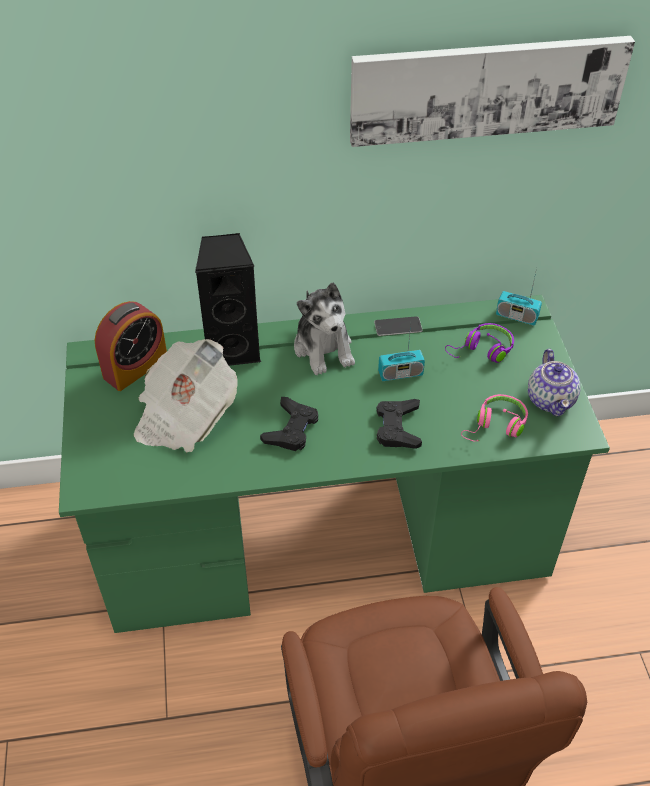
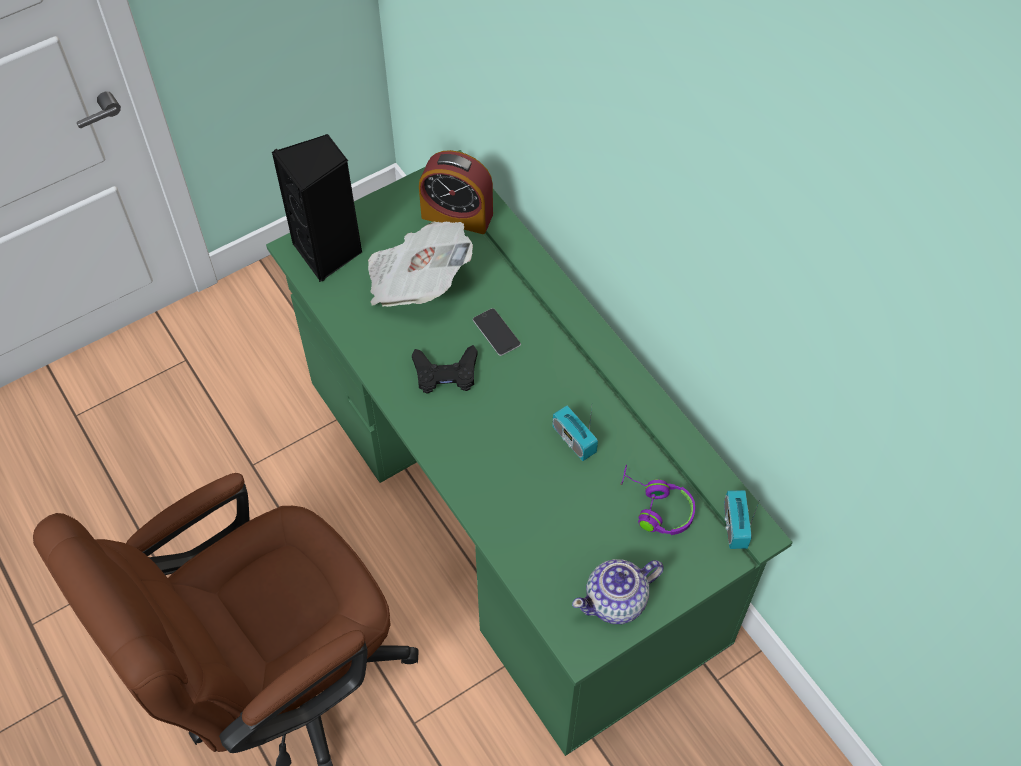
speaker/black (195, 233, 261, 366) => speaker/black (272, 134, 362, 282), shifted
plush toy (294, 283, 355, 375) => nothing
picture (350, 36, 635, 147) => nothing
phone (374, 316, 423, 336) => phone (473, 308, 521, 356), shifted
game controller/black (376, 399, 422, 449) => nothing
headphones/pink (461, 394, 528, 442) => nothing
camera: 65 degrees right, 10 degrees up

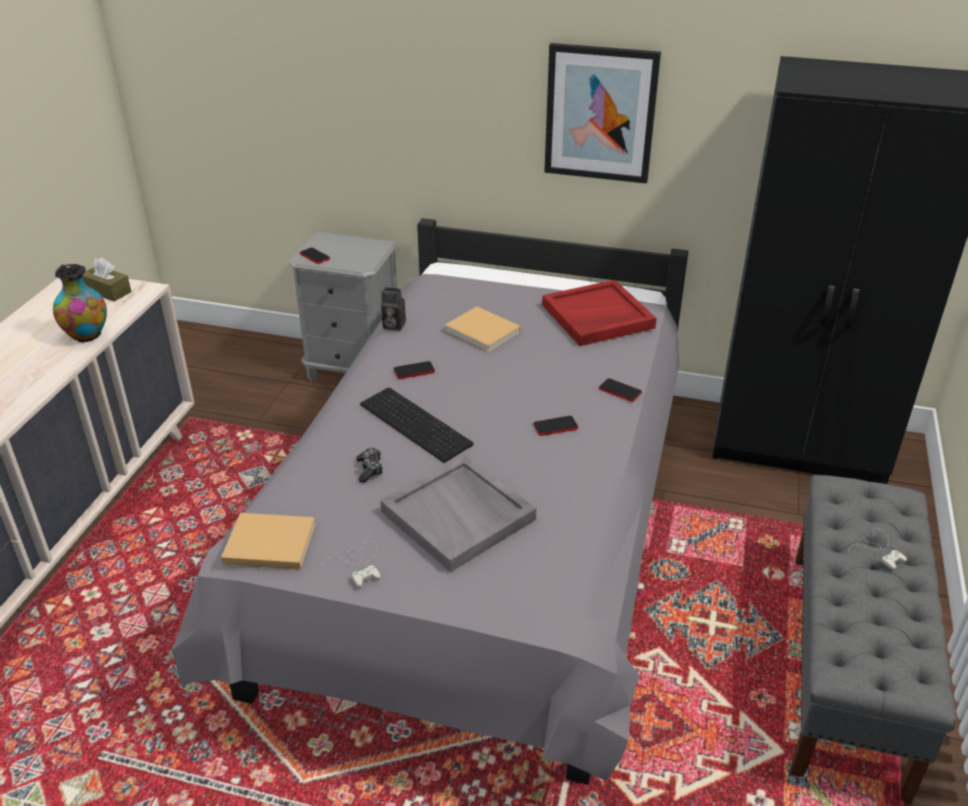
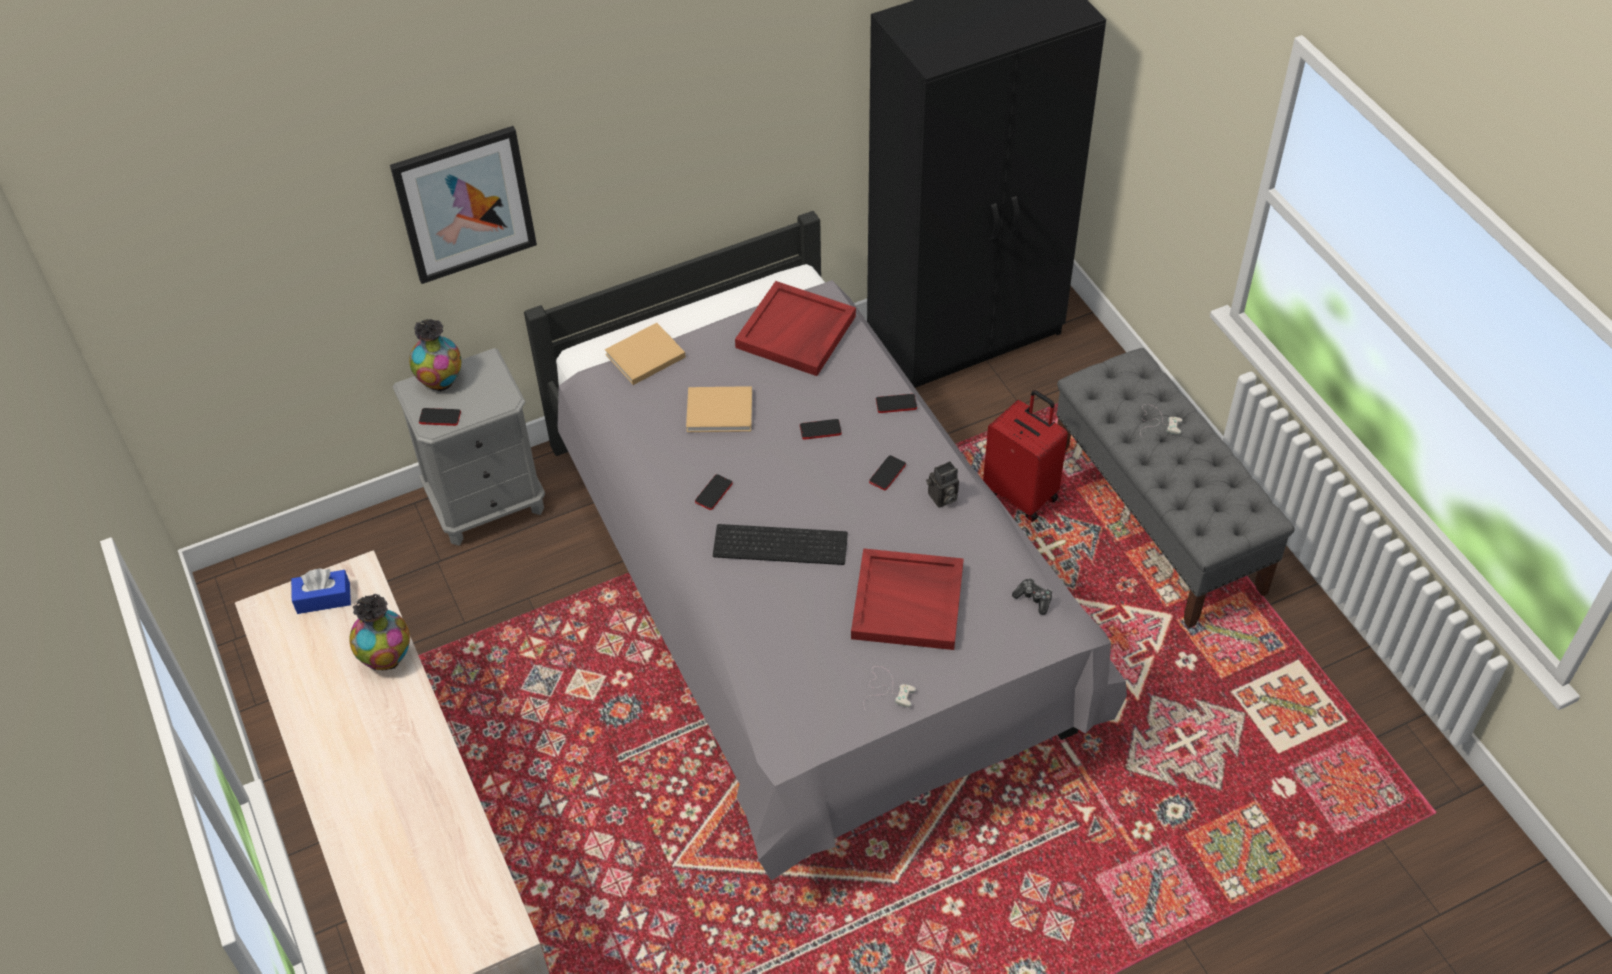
tissue box/brown (83, 258, 131, 302) => tissue box/blue (291, 568, 351, 614)
book/beige (221, 513, 316, 570) => book/beige (605, 323, 686, 385), shifted
game controller (356, 448, 383, 483) => game controller (1012, 578, 1052, 615), shifted
photo camera (381, 287, 406, 331) => photo camera (926, 461, 959, 508), shifted
tray/grey (381, 455, 536, 572) => tray/red (851, 548, 964, 650)
picture (544, 43, 661, 184) => picture (390, 126, 537, 284), shifted
nothing => vase (409, 319, 461, 392)
nothing => phone (800, 419, 842, 439)
nothing => suitcase/red (983, 390, 1068, 522)
camera: 40 degrees left, 15 degrees up

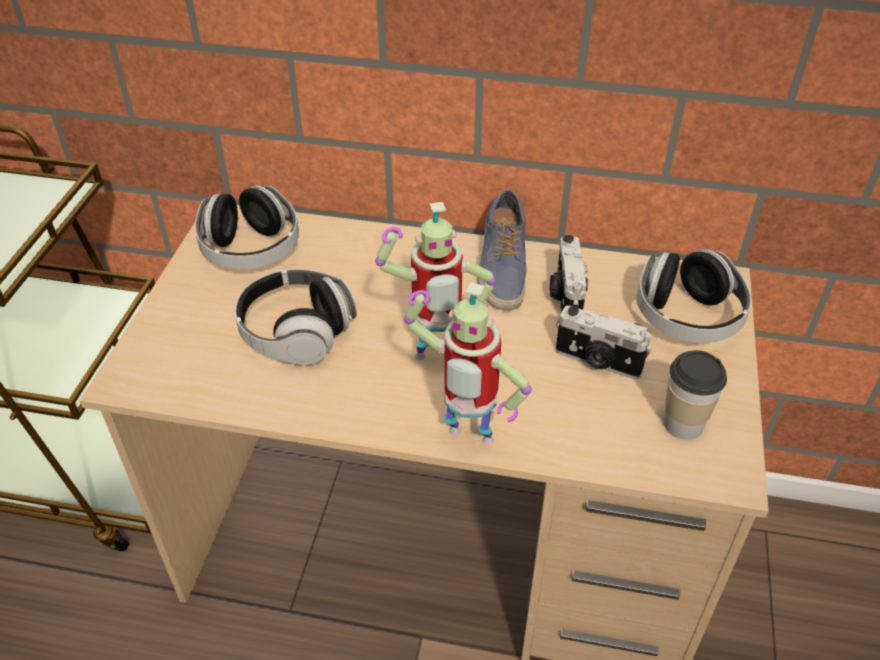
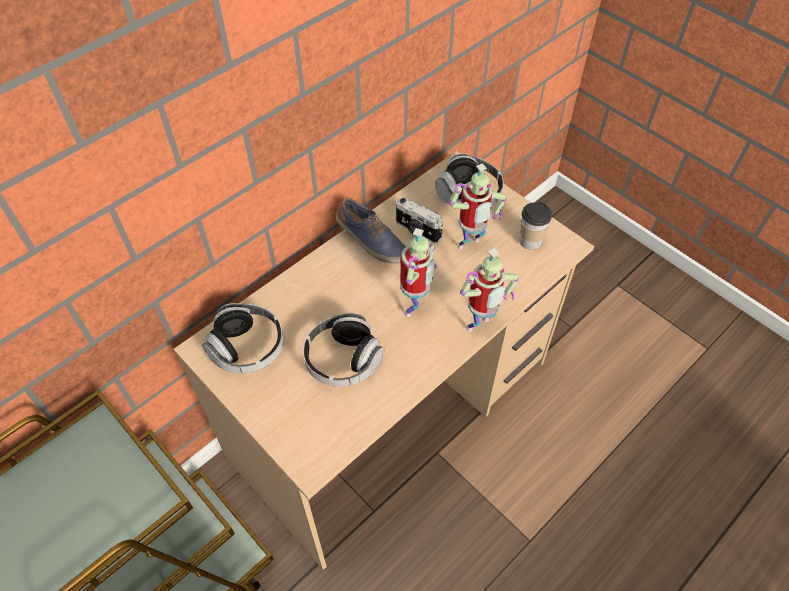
photo camera (556, 305, 652, 379) => toy robot (449, 163, 507, 250)
camera: 55 degrees left, 10 degrees up

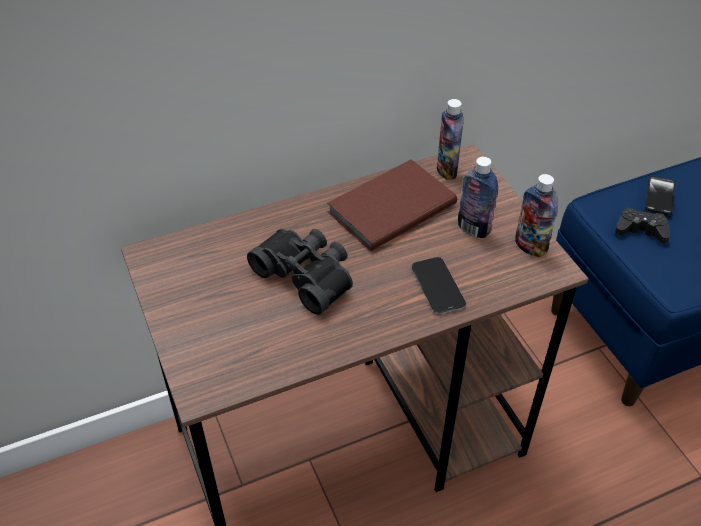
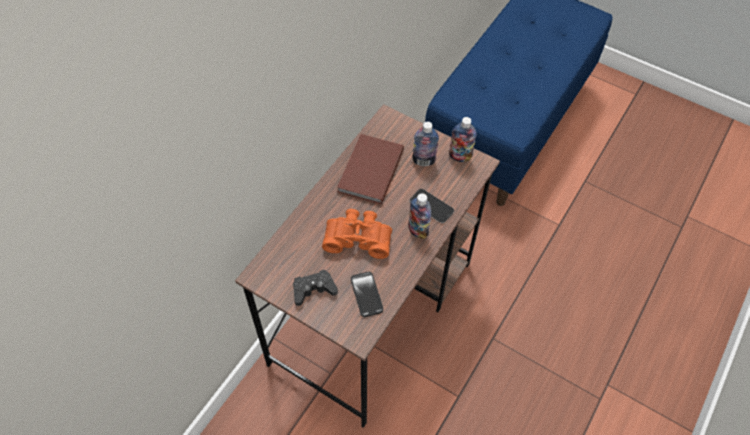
binoculars/black (247, 228, 353, 315) => binoculars/orange (322, 209, 392, 259)
bottle (437, 99, 464, 180) => bottle (408, 193, 431, 239), shifted
game controller/black (615, 208, 670, 244) => game controller/black (293, 270, 338, 306), shifted
phone (645, 176, 675, 215) => phone (351, 272, 383, 317), shifted
camera: 35 degrees left, 10 degrees up

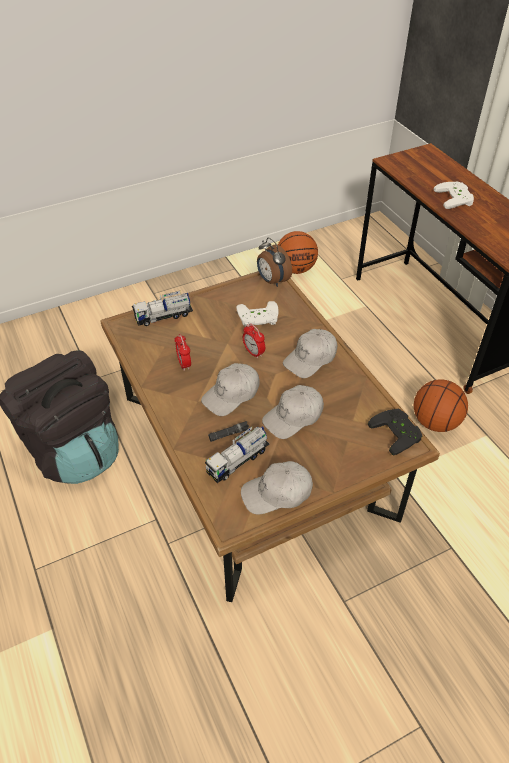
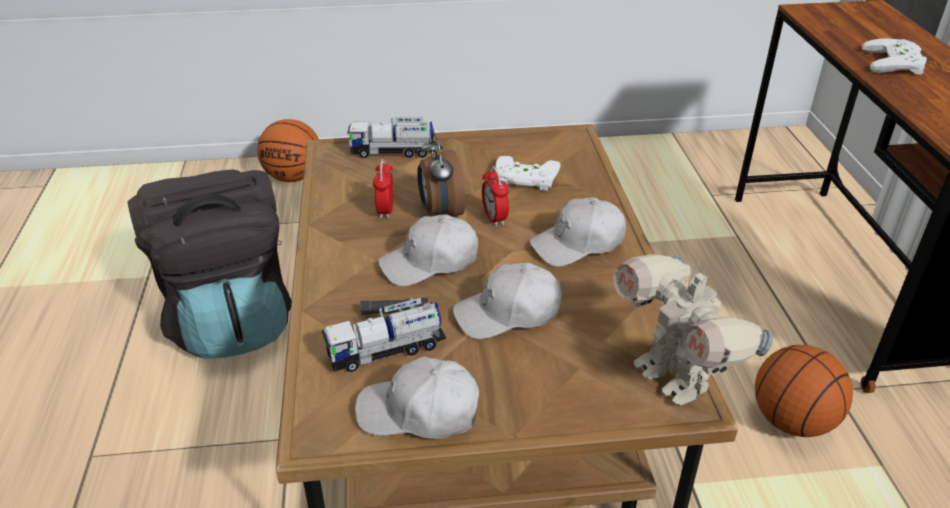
alarm clock (257, 238, 292, 287) => alarm clock (417, 132, 466, 216), shifted
basketball (278, 231, 318, 274) => basketball (257, 119, 319, 182), shifted
game controller/black (368, 409, 423, 456) => toy robot (613, 254, 773, 406)
camera: 20 degrees right, 10 degrees down

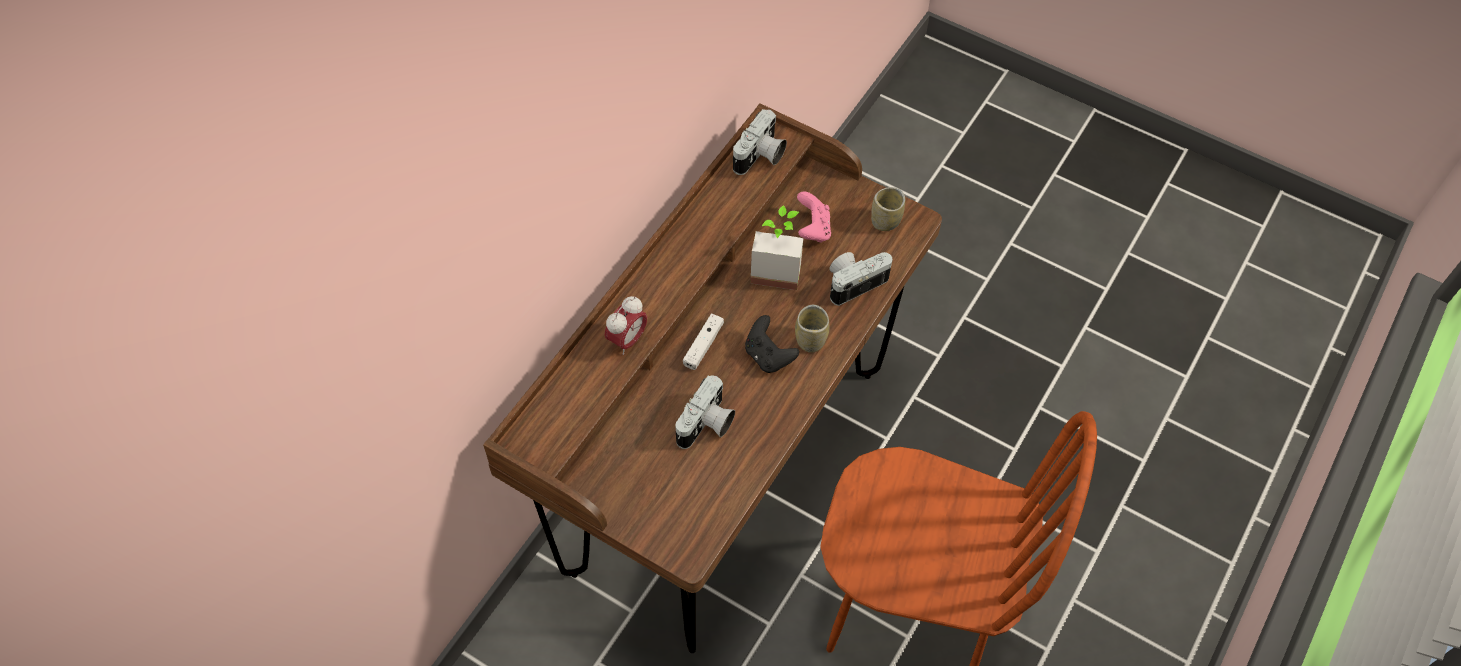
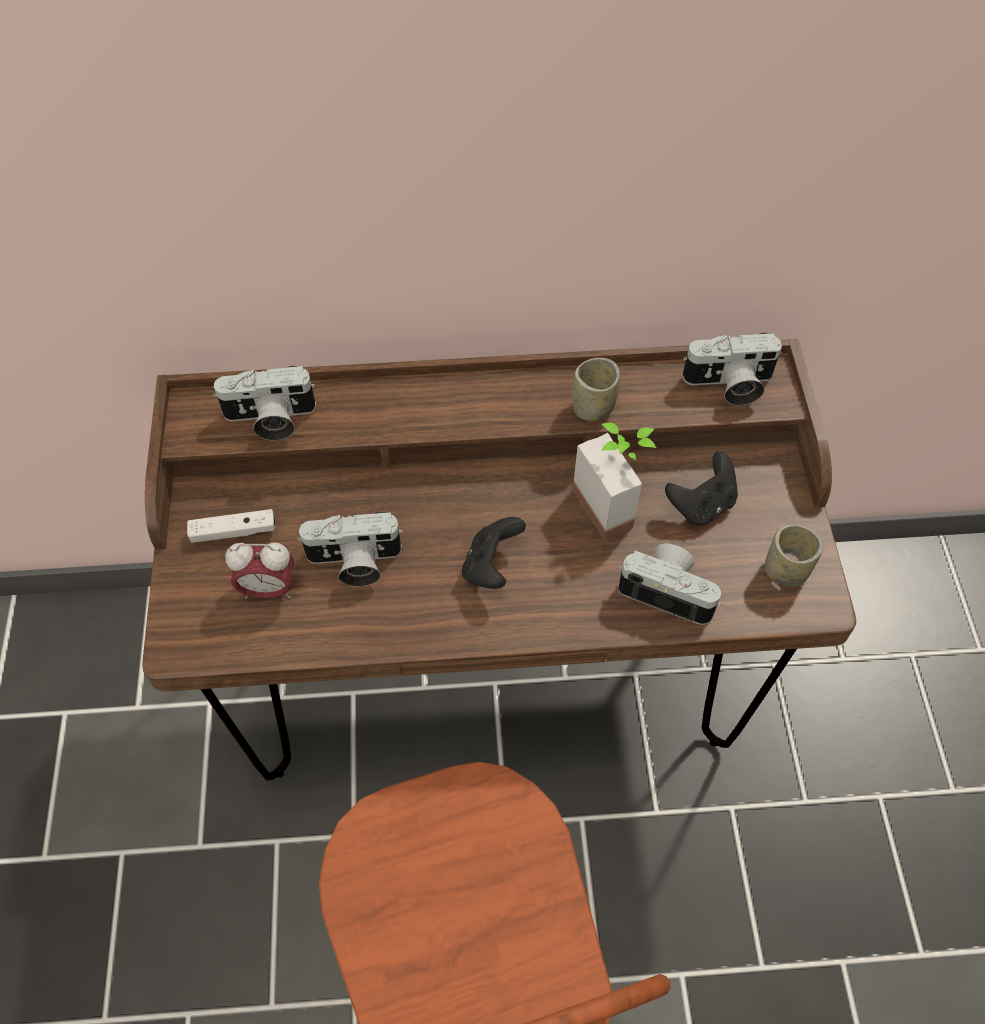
alarm clock (605, 296, 647, 355) => alarm clock (225, 543, 294, 599), shifted
game controller/white (683, 314, 724, 370) => game controller/white (187, 509, 275, 543), shifted
cup (795, 305, 829, 353) => cup (572, 358, 620, 421), shifted
game controller/pink (797, 191, 831, 243) => game controller/black (665, 452, 738, 526)
nothing => photo camera (213, 366, 316, 441)
camera: 55 degrees right, 0 degrees up

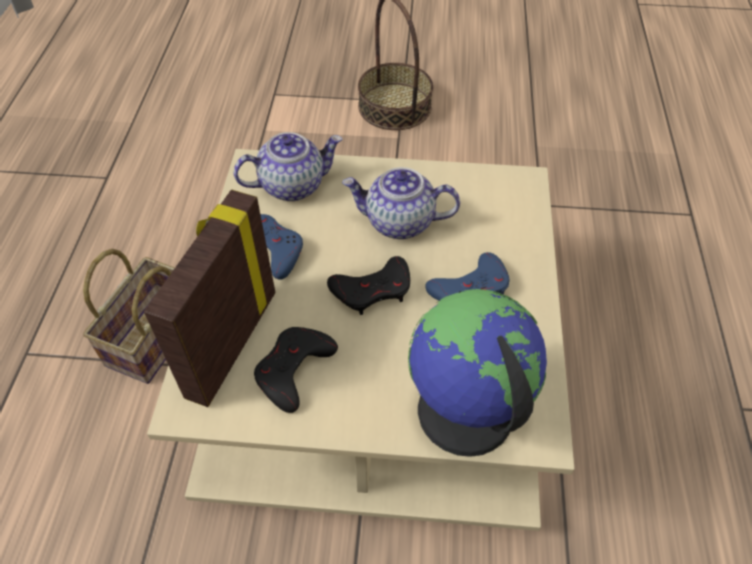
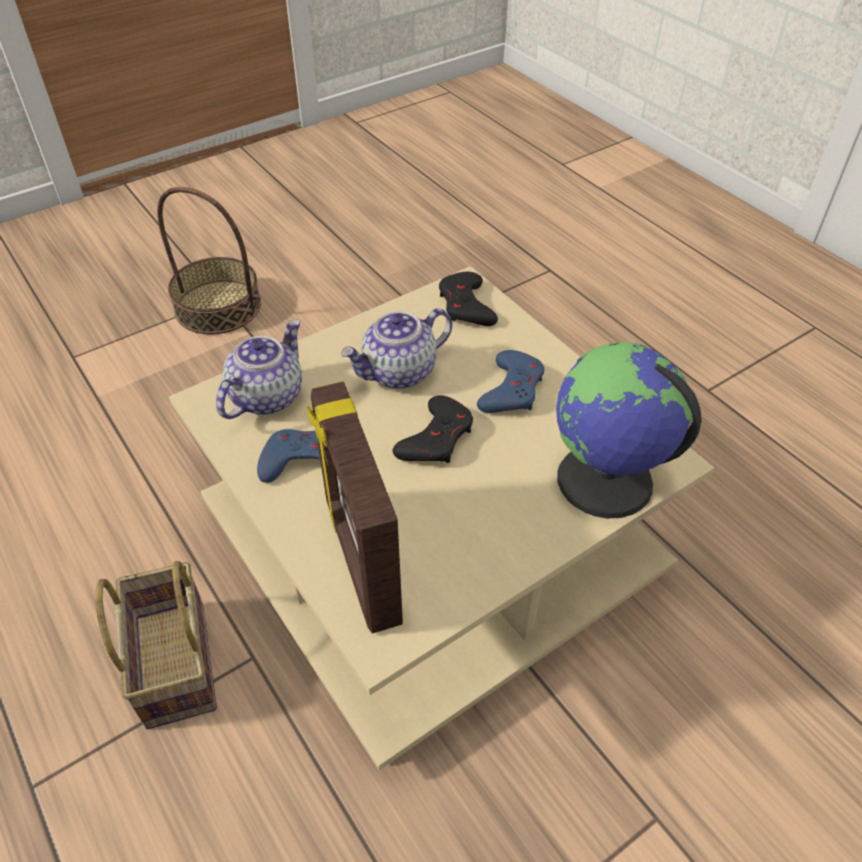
game controller/black (254, 327, 338, 413) => game controller/black (439, 272, 498, 326), shifted
camera: 40 degrees left, 5 degrees down

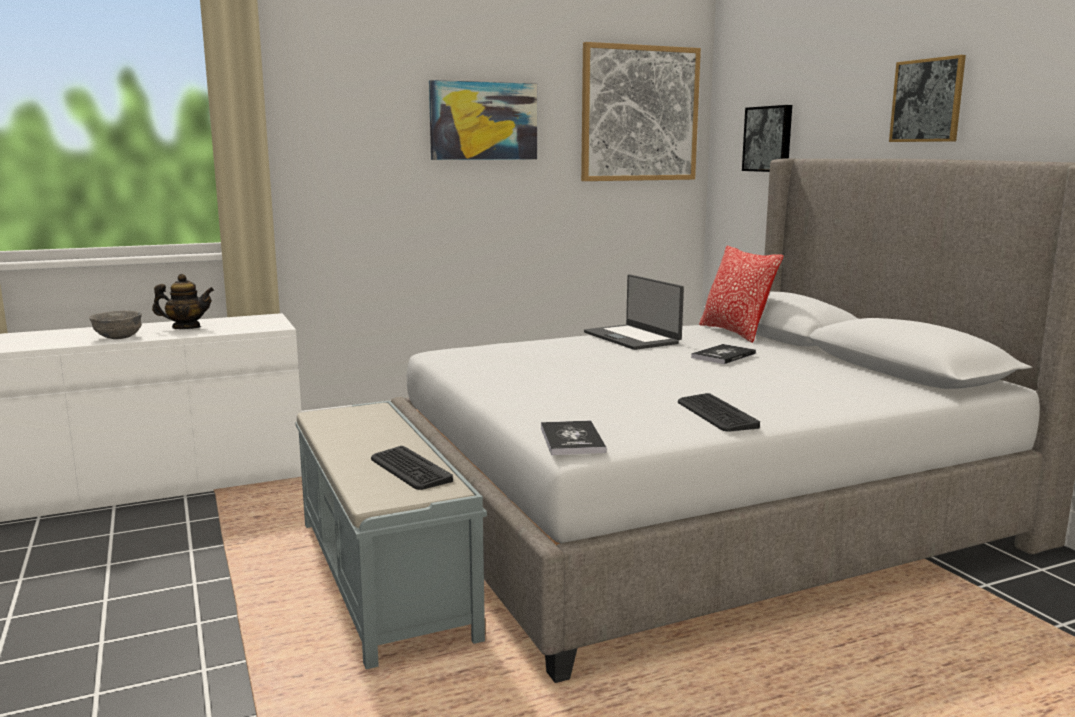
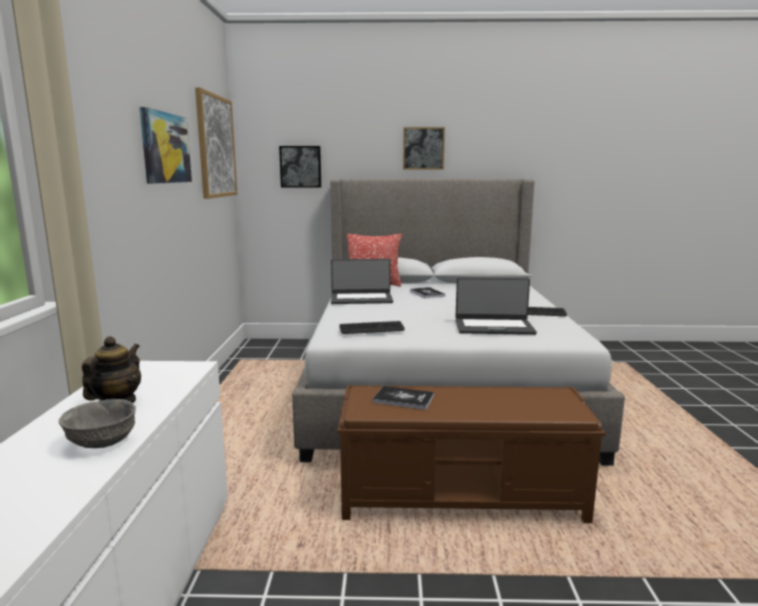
bench/grey (295, 401, 487, 669) => bench/brown (337, 385, 605, 523)
keyboard (371, 446, 453, 490) => keyboard (339, 321, 405, 334), shifted
book (541, 420, 607, 455) => book (373, 386, 434, 410), shifted
nothing => laptop (455, 278, 537, 335)
camera: 65 degrees left, 0 degrees up

